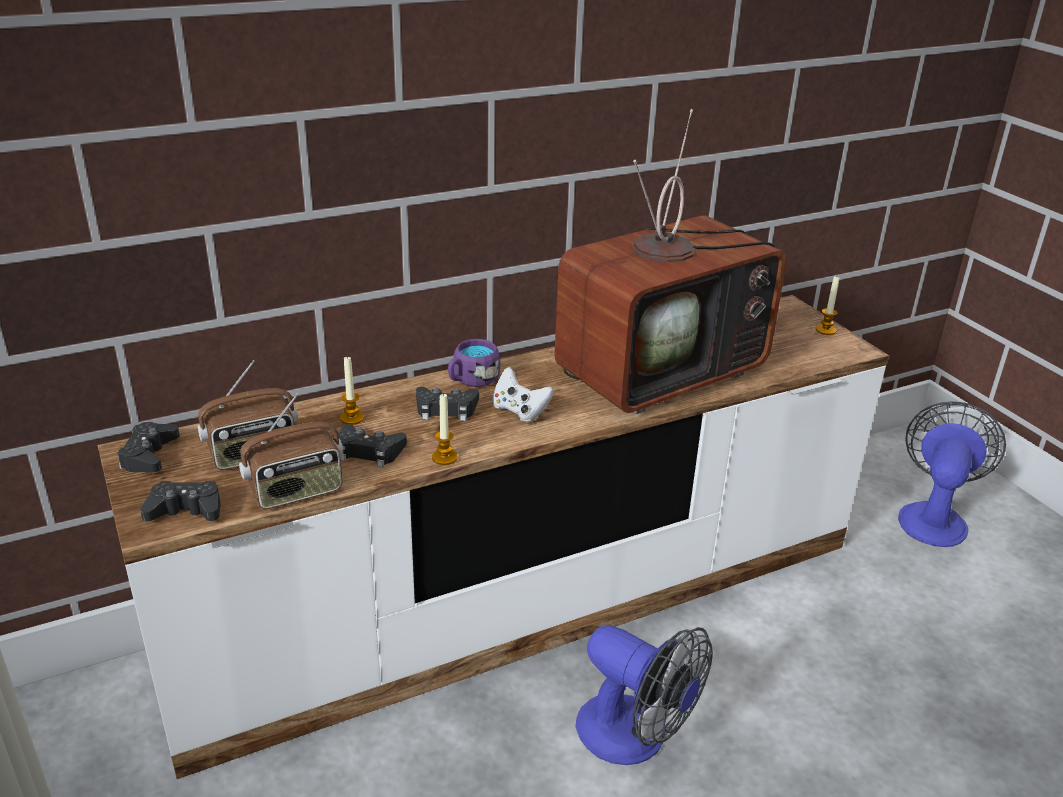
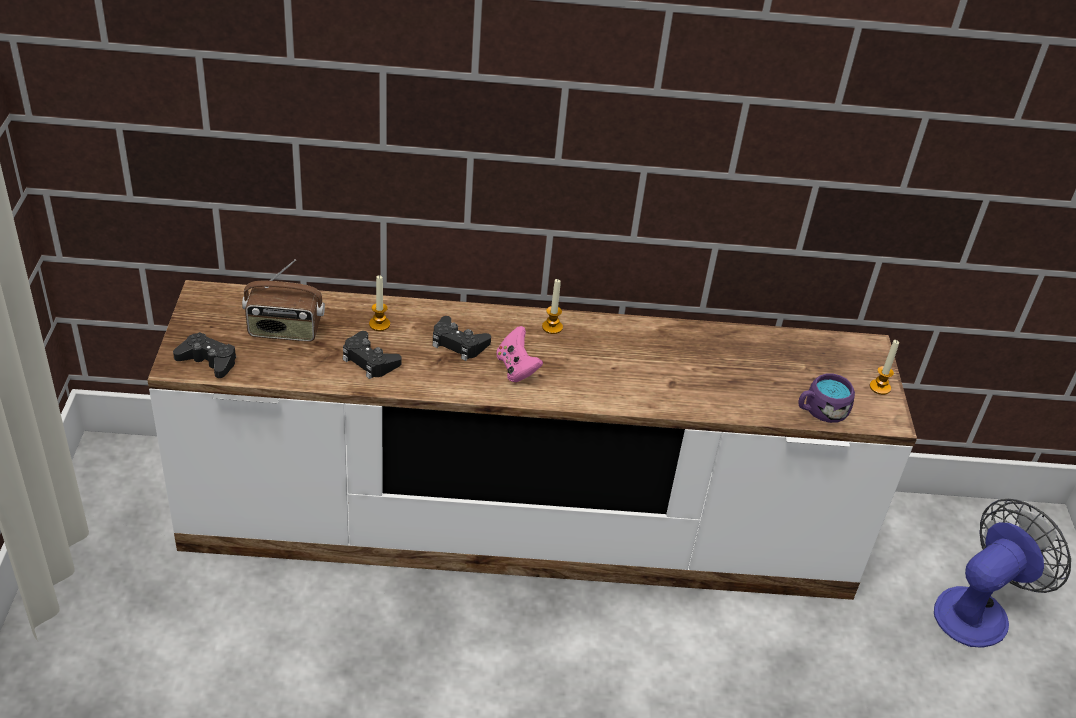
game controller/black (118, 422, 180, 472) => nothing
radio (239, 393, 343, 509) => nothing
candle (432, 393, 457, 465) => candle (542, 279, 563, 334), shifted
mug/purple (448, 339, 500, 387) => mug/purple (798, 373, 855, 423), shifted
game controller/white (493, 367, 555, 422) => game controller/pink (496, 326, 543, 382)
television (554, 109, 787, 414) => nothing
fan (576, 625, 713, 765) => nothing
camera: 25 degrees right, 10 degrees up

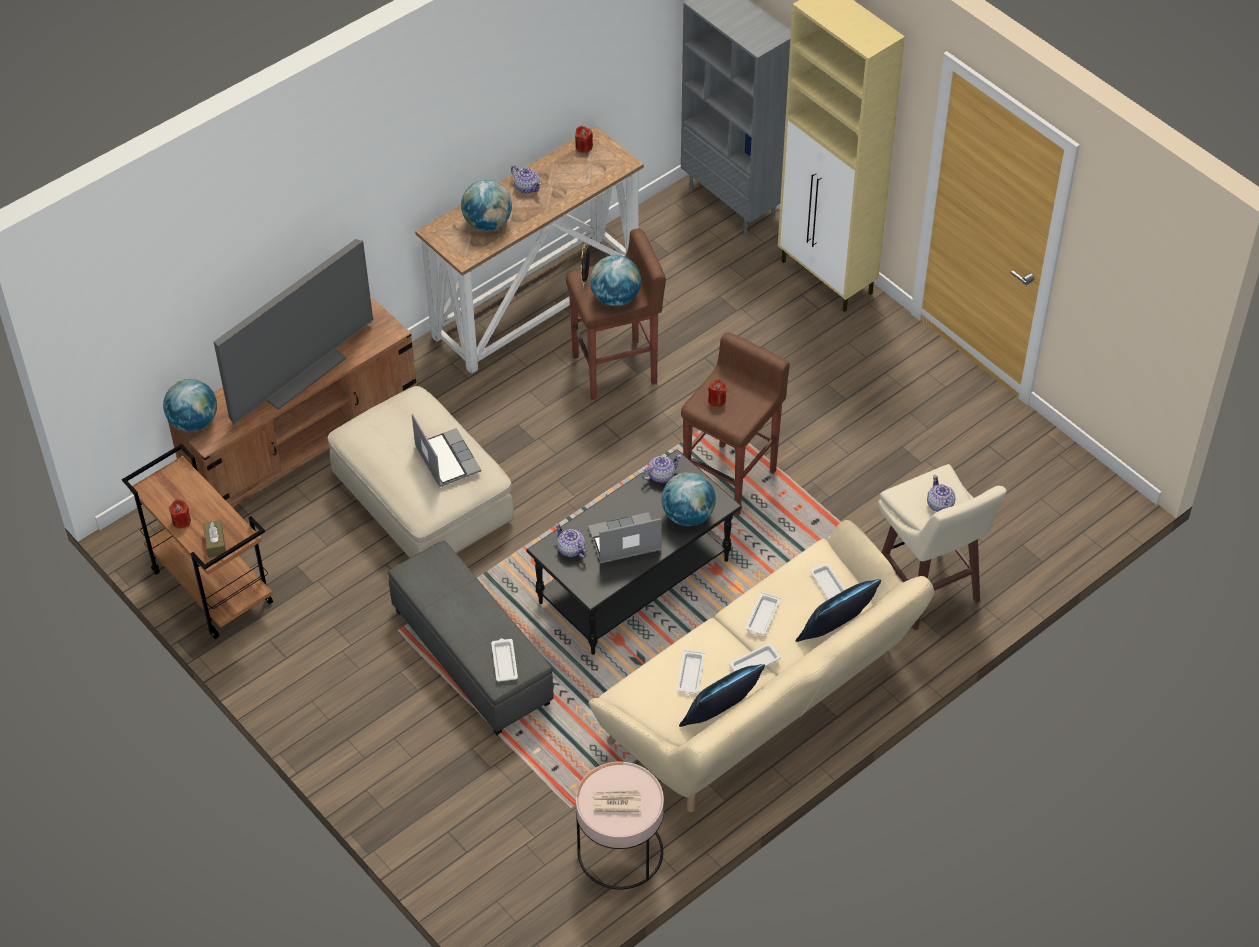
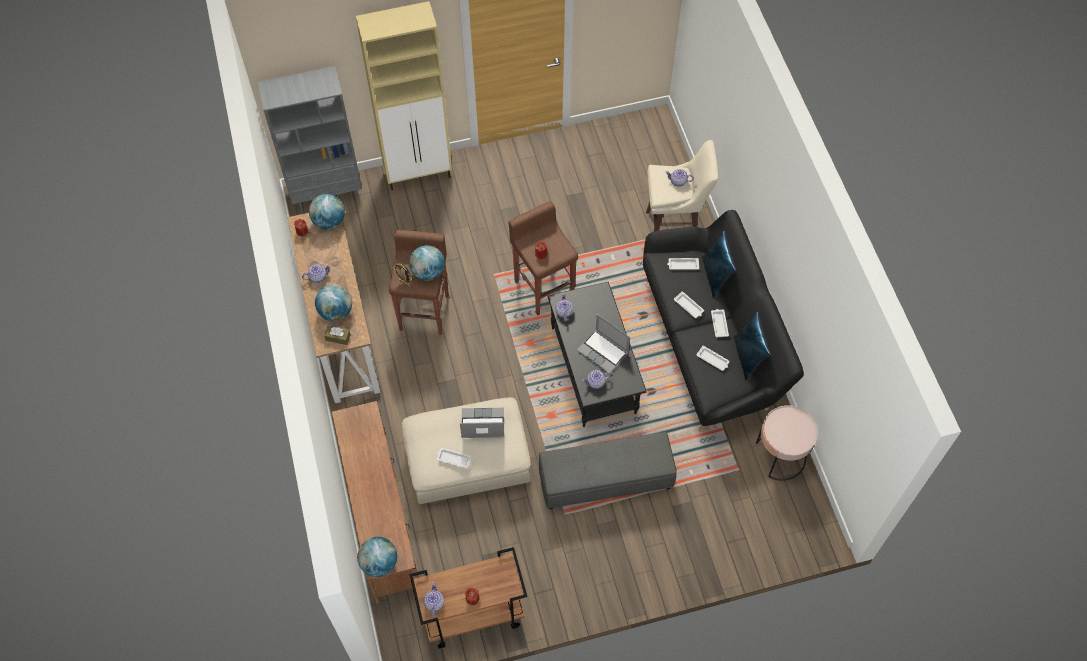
tissue box/brown (203, 520, 226, 558) => tissue box/brown (324, 326, 351, 345), shifted
television (214, 239, 373, 425) => nothing
tray/white (491, 638, 518, 682) => tray/white (437, 448, 472, 469), shifted
laptop (588, 512, 662, 563) => laptop (577, 314, 630, 373), 60 degrees counterclockwise
sofa/beige (589, 520, 934, 812) => sofa/black (643, 210, 804, 432)
newspaper (592, 790, 641, 812) => nothing
globe (661, 472, 716, 526) => globe (309, 194, 345, 229), shifted
nothing => teapot (424, 582, 444, 617)
camera: 65 degrees left, 10 degrees up

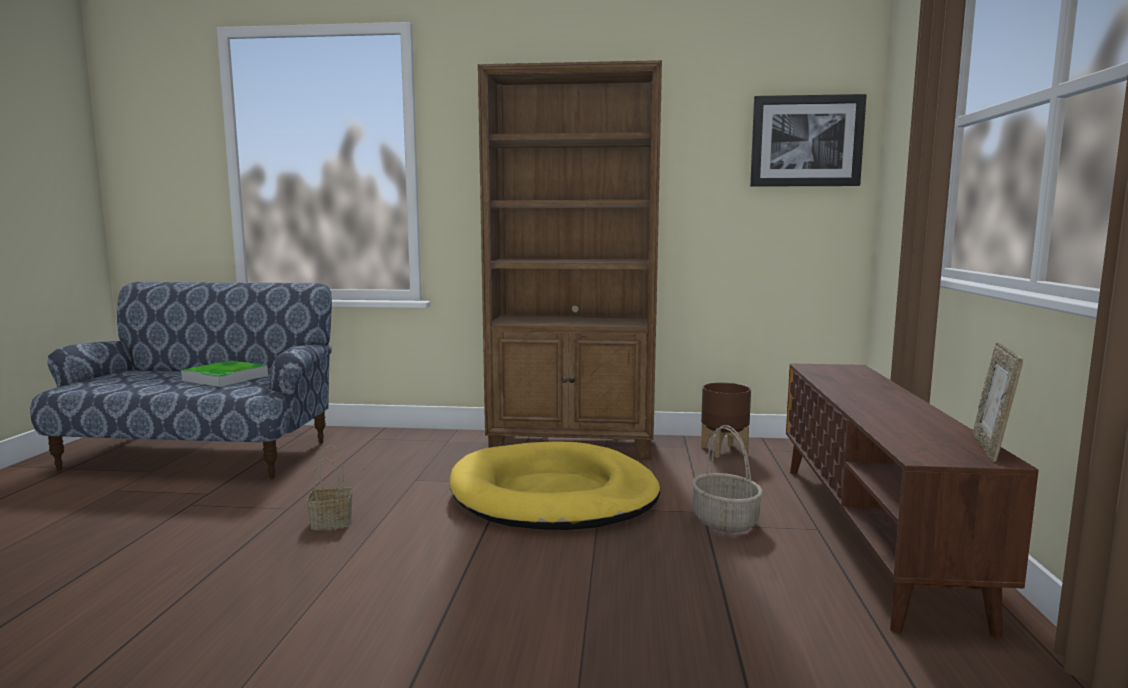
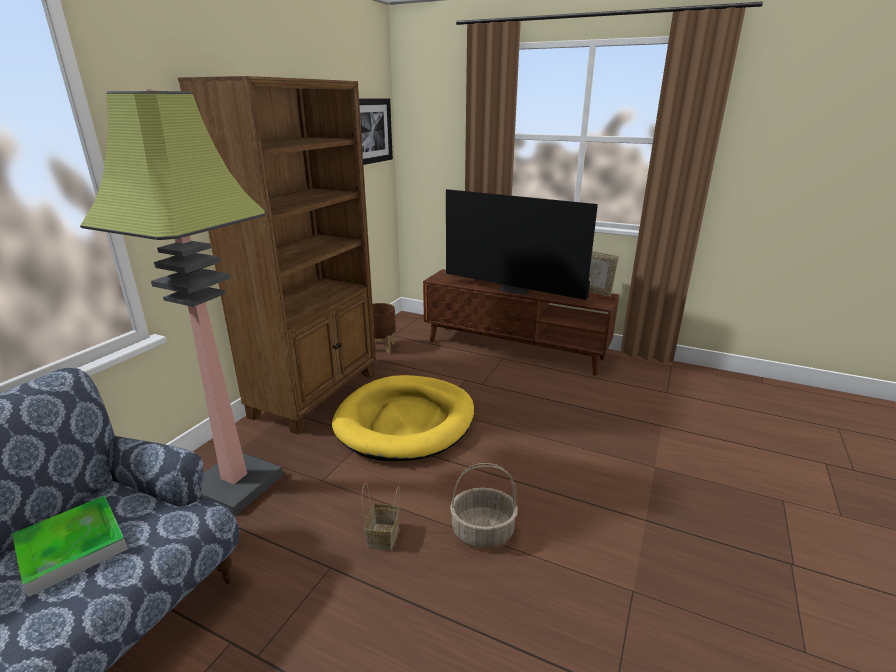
basket (692, 425, 763, 533) => basket (450, 463, 518, 548), shifted
nothing => floor lamp (80, 90, 283, 517)
nothing => television (446, 189, 598, 300)
camera: 70 degrees left, 15 degrees up

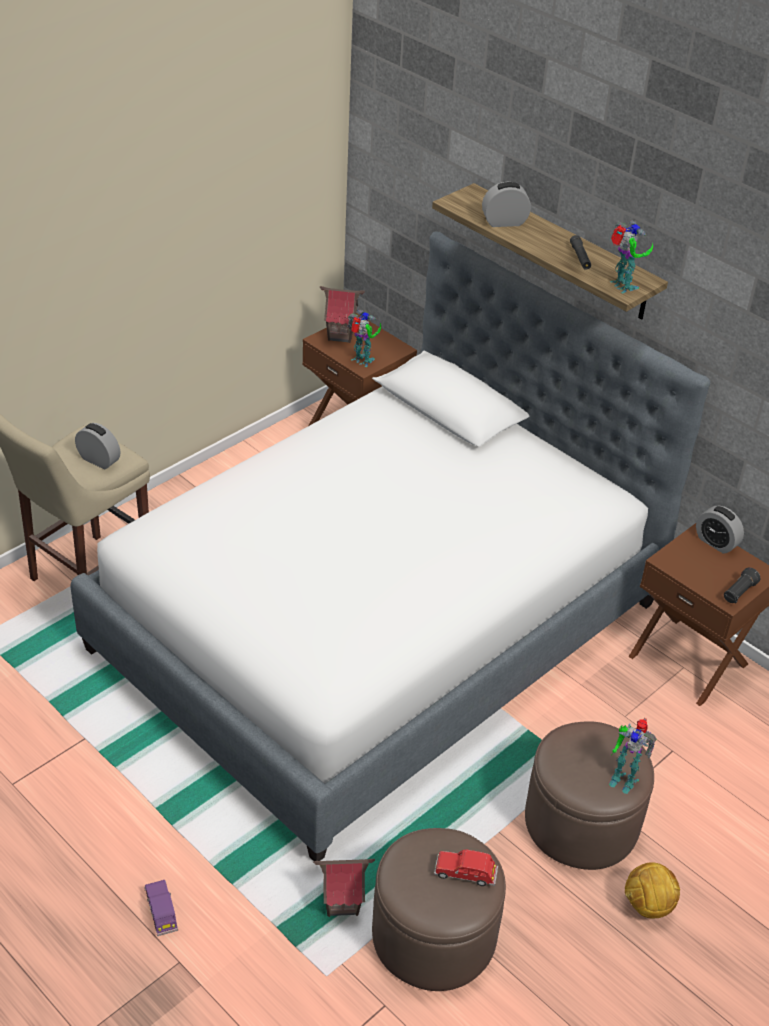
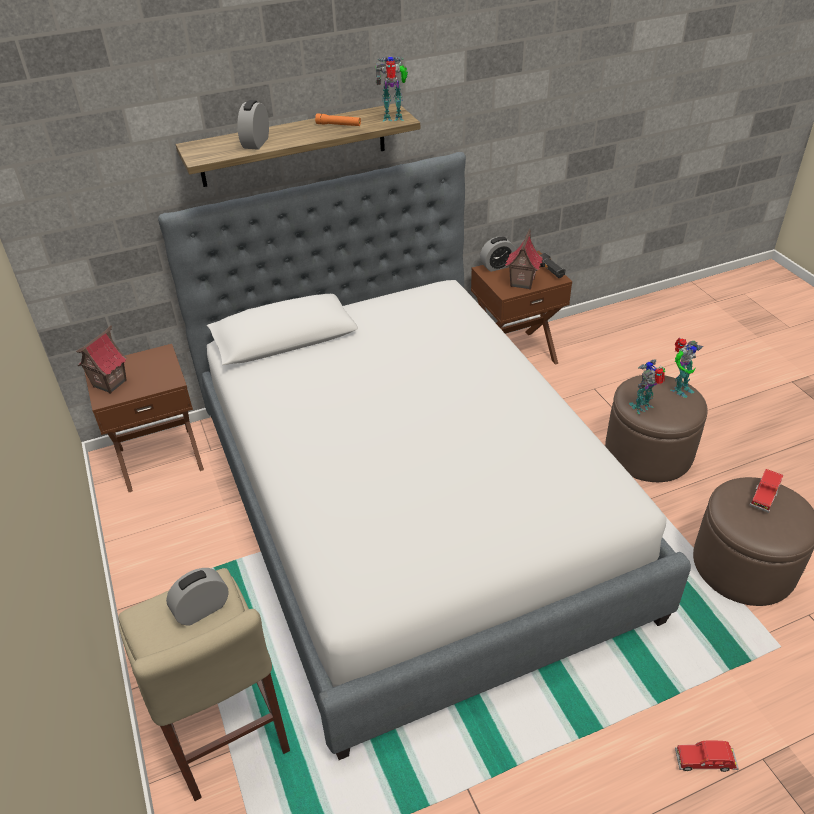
toy car/purple (144, 880, 178, 936) => toy car/red (675, 741, 739, 772)
toy house (313, 859, 375, 917) => toy house (505, 229, 543, 290), shifted
toy robot (348, 310, 381, 367) => toy robot (629, 359, 665, 414), shifted
flashlight/black (570, 235, 591, 270) => flashlight/orange (315, 113, 361, 126)
football (625, 862, 680, 918) => nothing
camera: 65 degrees left, 0 degrees up

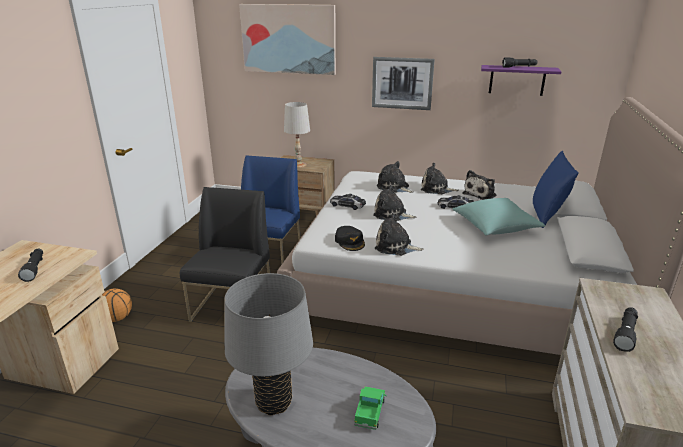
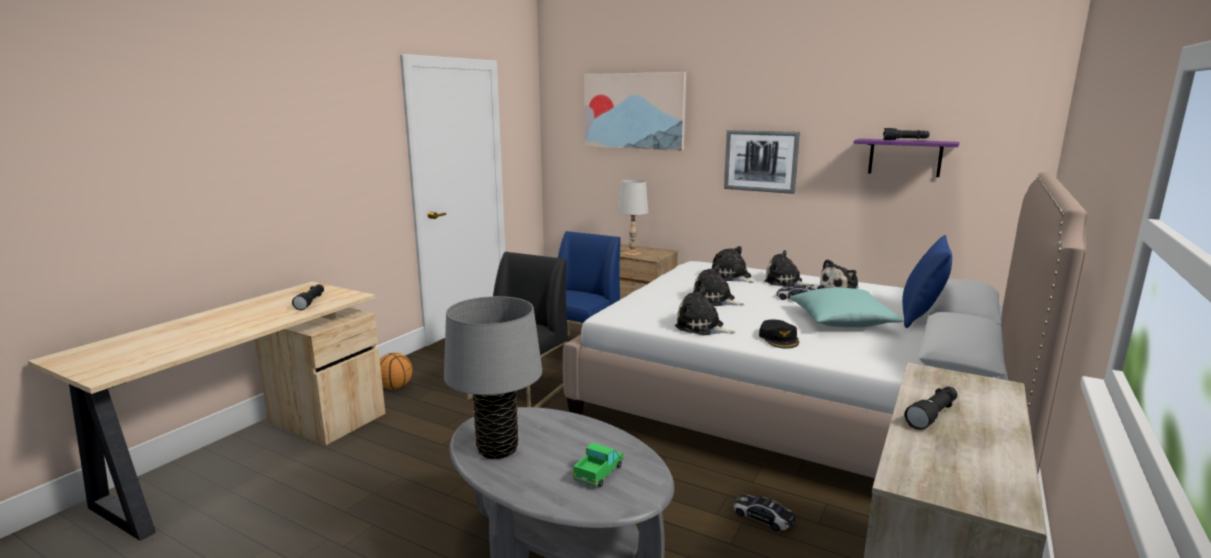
toy car (330, 194, 366, 210) => toy car (733, 495, 796, 531), shifted
cap/black (335, 226, 365, 251) => cap/black (759, 319, 799, 349), shifted
camera: 15 degrees right, 10 degrees down

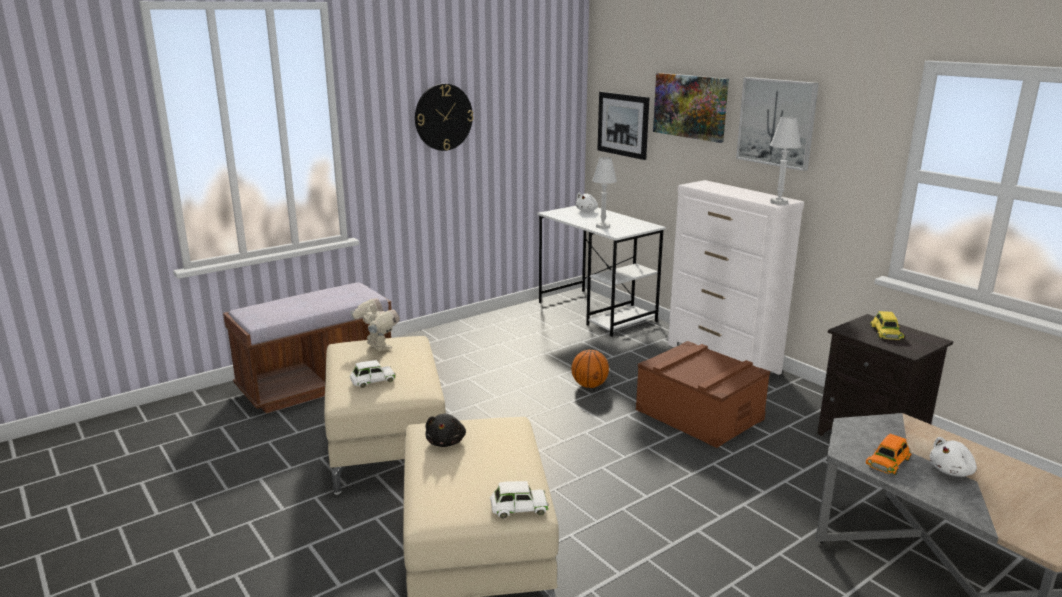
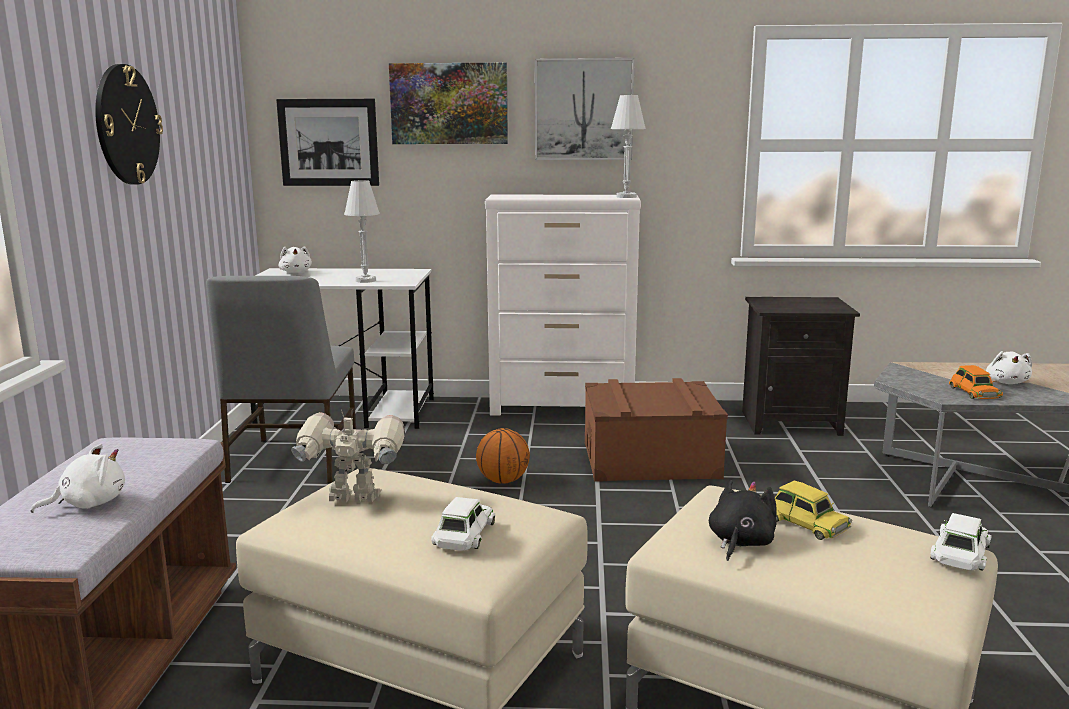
plush toy/black (426, 414, 466, 447) => plush toy/black (709, 480, 777, 561), 105 degrees counterclockwise
toy car/yellow (870, 311, 904, 340) => toy car/yellow (775, 481, 852, 540), shifted
nothing => plush toy/white (31, 444, 125, 513)
nothing => chair/grey (206, 276, 356, 483)
camera: 50 degrees left, 5 degrees down

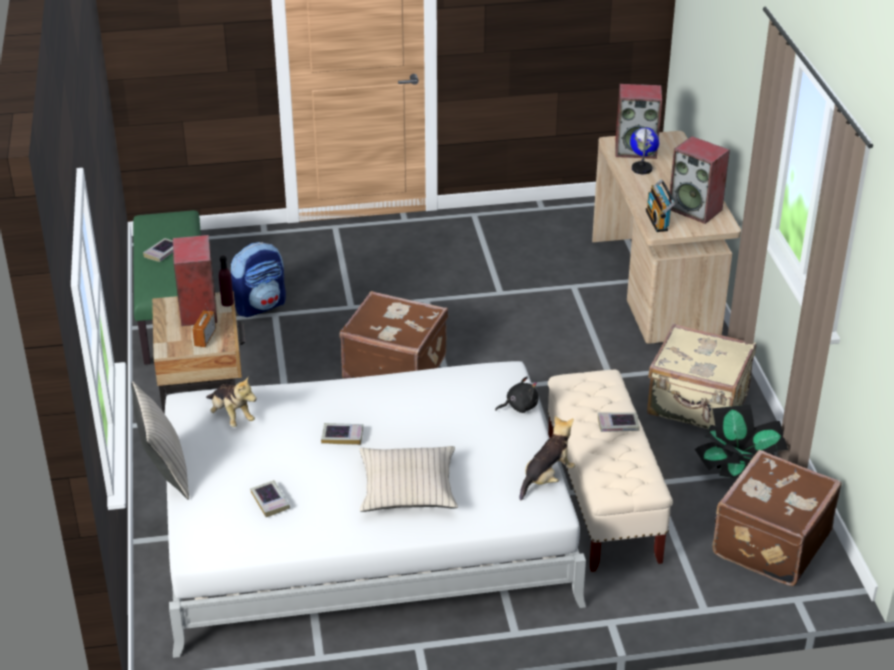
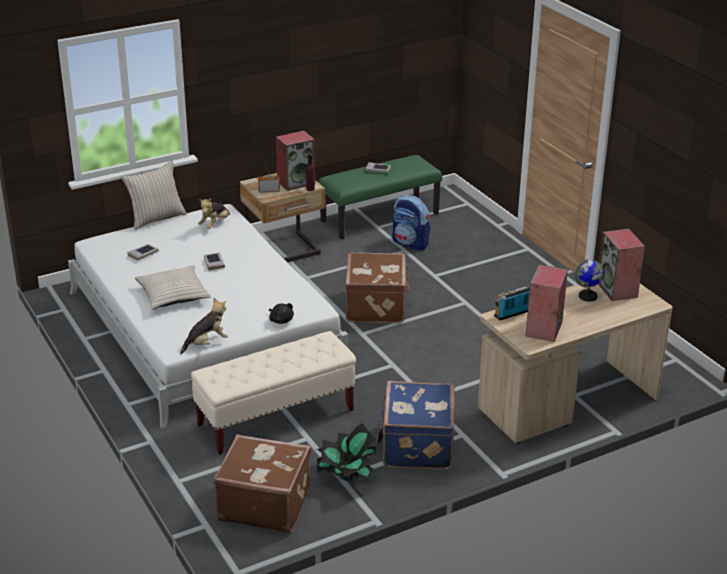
plush toy (519, 416, 575, 500) => plush toy (180, 298, 228, 354), 60 degrees counterclockwise
book (598, 412, 640, 432) => nothing
suitcase/beige (647, 324, 756, 429) => suitcase/blue (377, 381, 455, 470)
camera: 70 degrees right, 5 degrees down

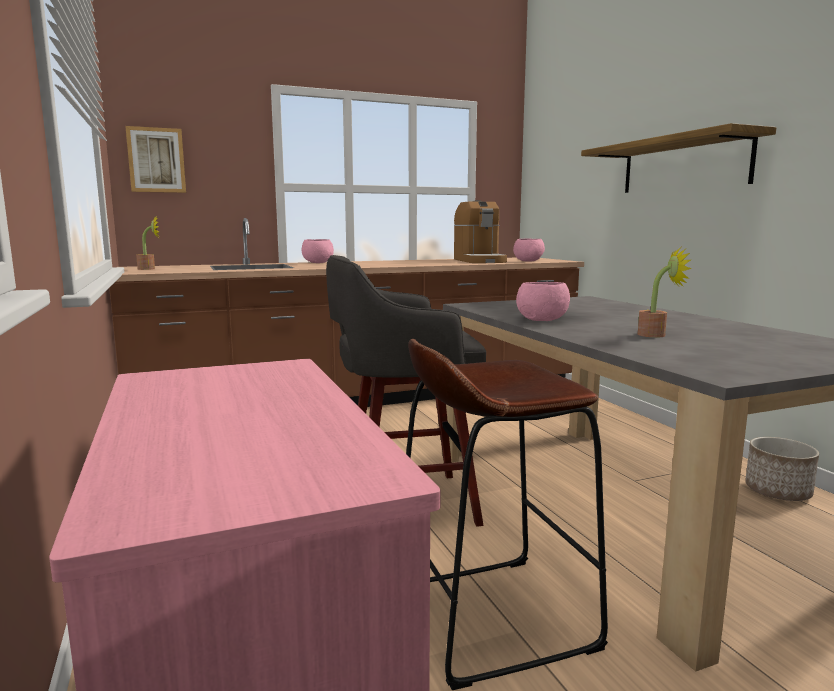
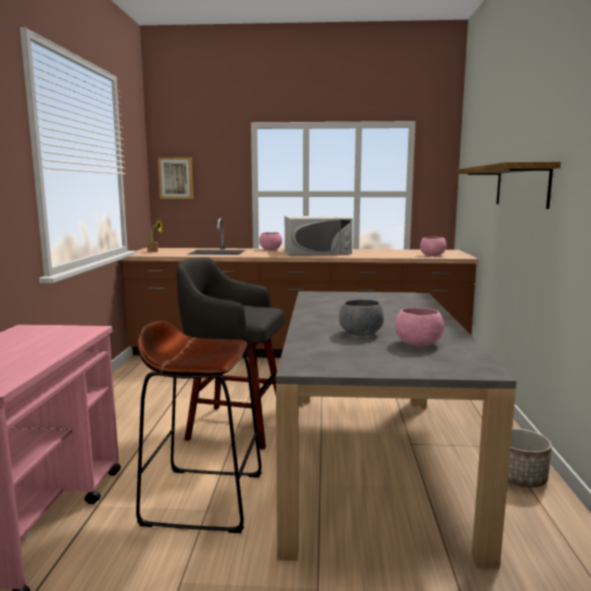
coffee machine (454, 200, 507, 263) => nothing
bowl/pink (516, 282, 570, 321) => bowl/pink (395, 308, 444, 346), shifted
potted plant (638, 247, 691, 338) => bowl/grey (339, 300, 384, 336)
nothing => microwave/white (285, 216, 353, 255)
camera: 25 degrees right, 0 degrees up

